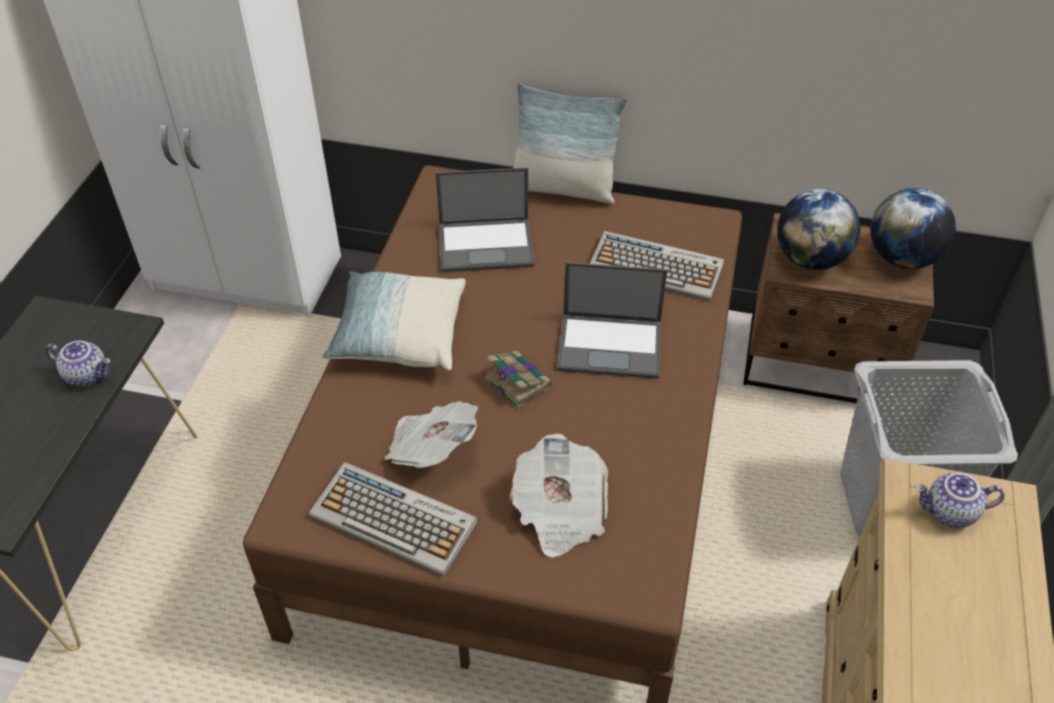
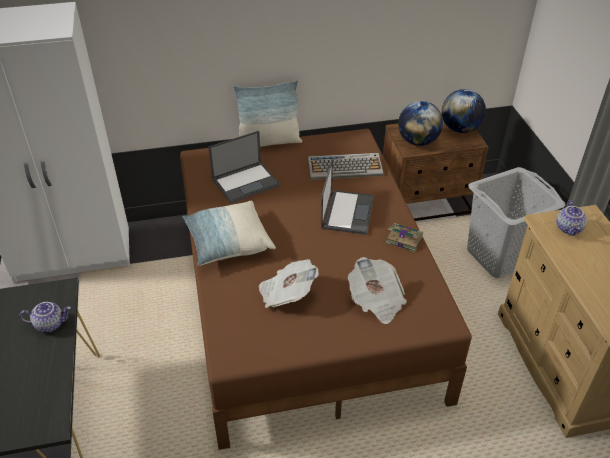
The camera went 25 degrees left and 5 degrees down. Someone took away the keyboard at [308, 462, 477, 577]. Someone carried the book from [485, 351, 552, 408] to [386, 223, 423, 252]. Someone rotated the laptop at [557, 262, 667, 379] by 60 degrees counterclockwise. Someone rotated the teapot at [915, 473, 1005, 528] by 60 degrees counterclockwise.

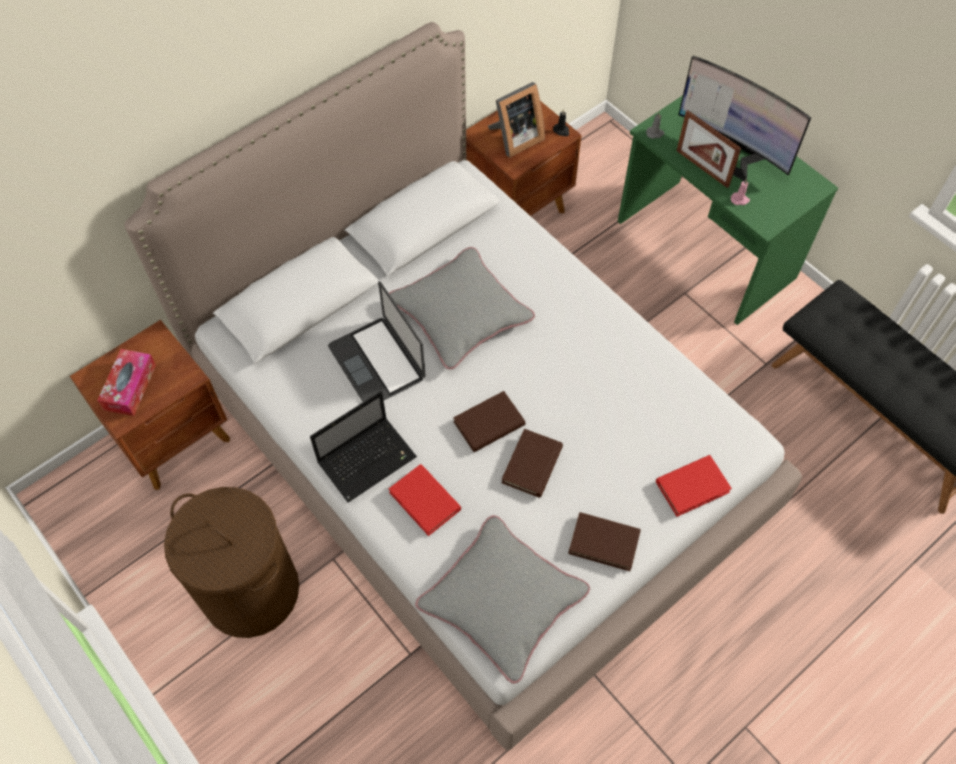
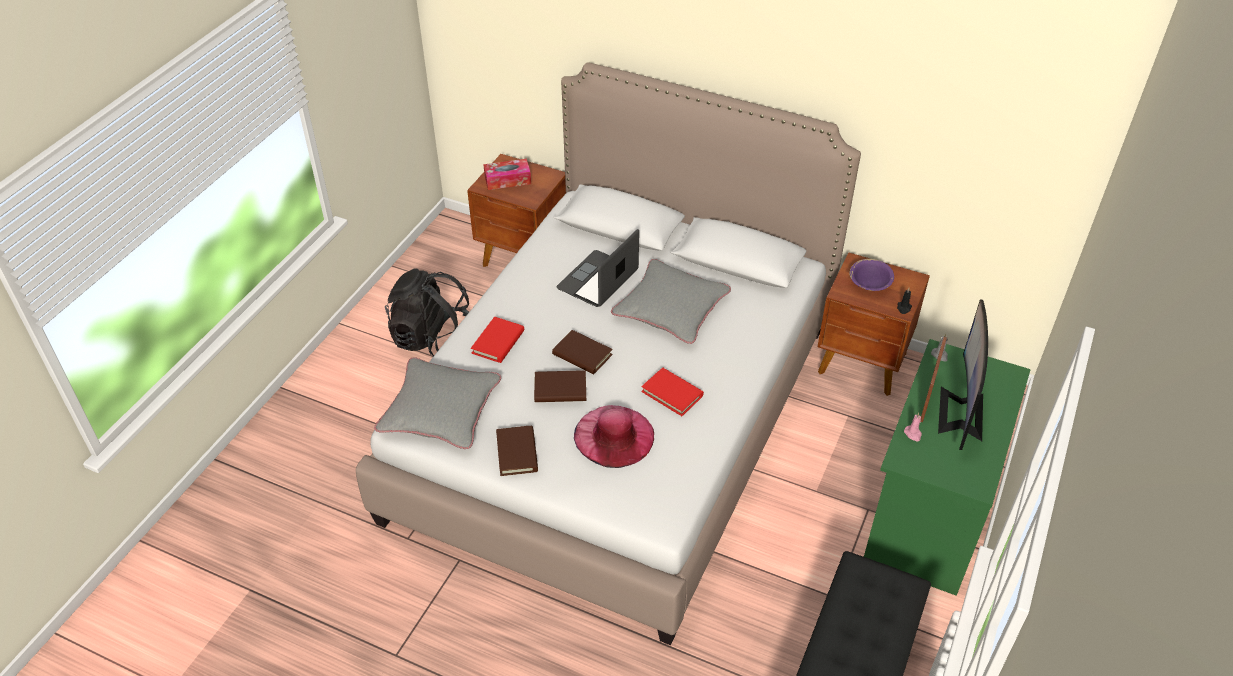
The camera went 65 degrees right and 15 degrees down. Someone swapped the brown laundry basket at [164, 487, 299, 638] for the black backpack at [385, 268, 469, 356]. Someone took away the laptop at [310, 391, 417, 503]. Someone swapped the picture frame at [488, 82, 545, 158] for the purple bowl at [849, 259, 894, 291]. Someone carried the red book from [656, 455, 732, 517] to [641, 368, 704, 416]. Someone put down the pink hat at [574, 405, 654, 468].

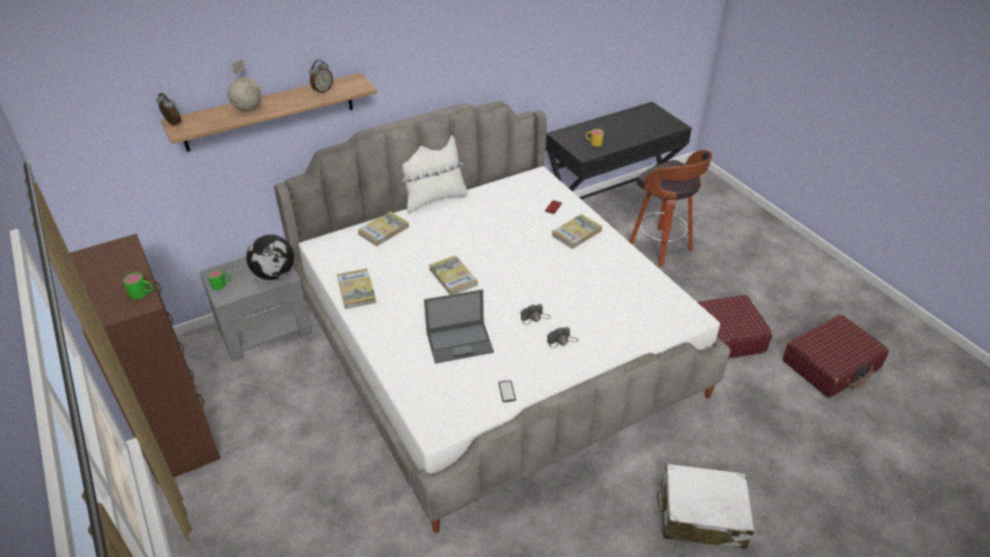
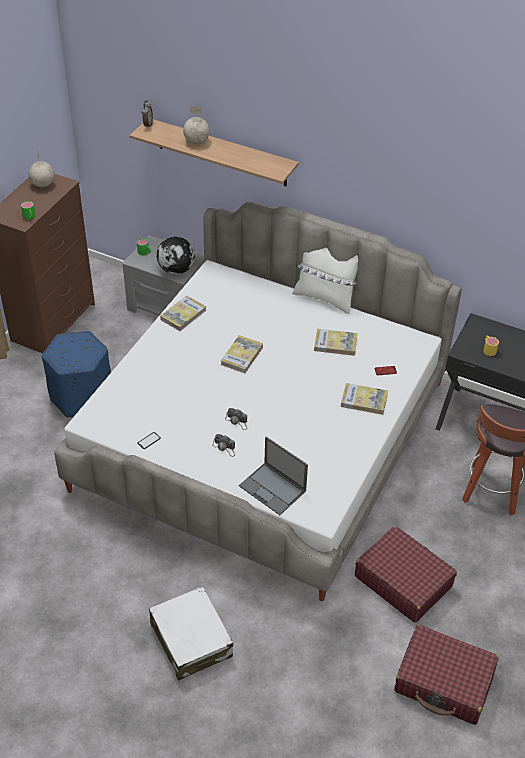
The camera went 55 degrees right and 5 degrees up. Someone took away the alarm clock at [309, 60, 333, 94]. Someone carried the book from [358, 211, 409, 246] to [314, 329, 358, 356]. Someone carried the laptop from [424, 289, 494, 364] to [239, 436, 308, 515]. Someone put down the globe at [28, 153, 55, 187]. Someone put down the blue ottoman at [42, 331, 111, 418].

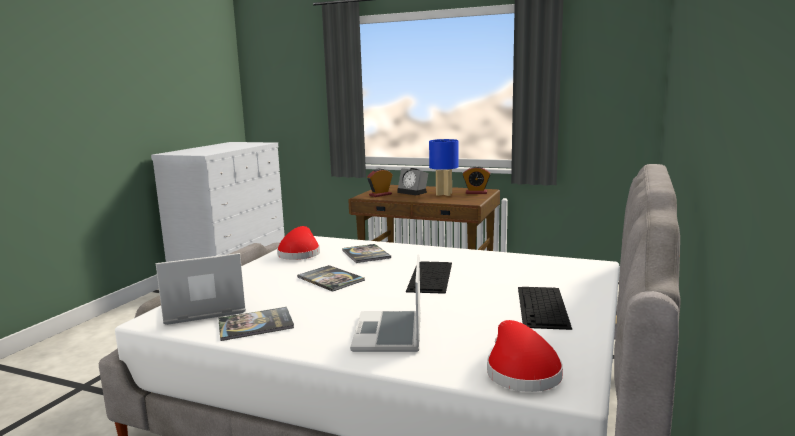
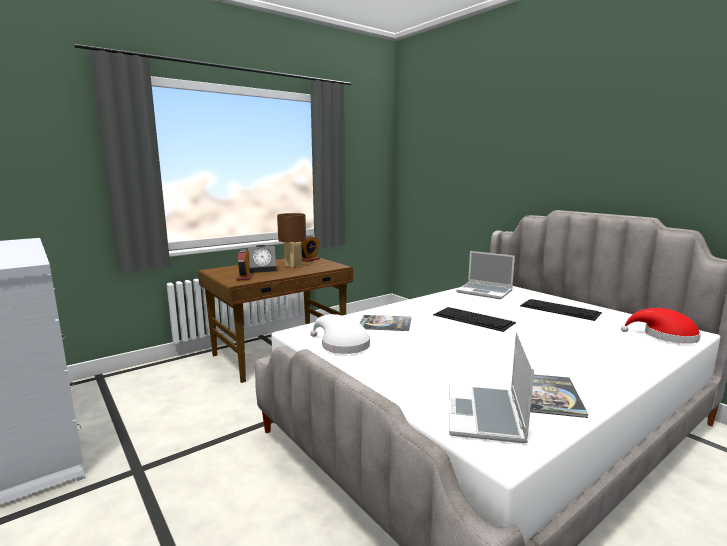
The camera went 60 degrees left and 0 degrees up. Someone repainted the red hat at [277, 226, 320, 260], which became the white hat at [310, 314, 370, 354]. Someone took away the book at [297, 265, 365, 292]. Someone carried the laptop from [350, 255, 421, 352] to [456, 251, 515, 300]. Someone repainted the blue table lamp at [429, 139, 458, 196], which became the brown table lamp at [277, 213, 306, 268].

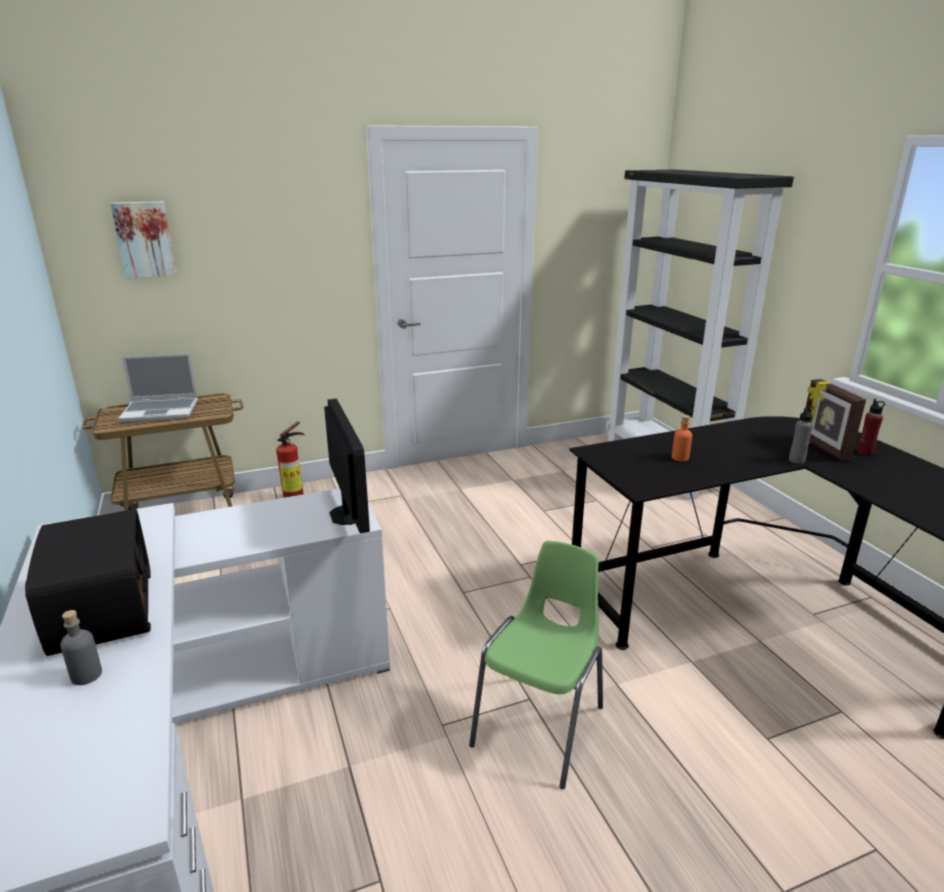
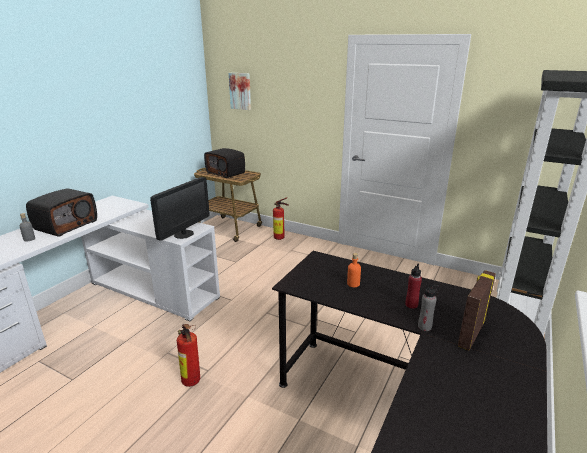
The camera went 50 degrees right and 0 degrees up. Someone swapped the laptop at [118, 353, 198, 422] for the radio at [204, 148, 245, 178]. Someone swapped the green chair at [469, 541, 603, 789] for the fire extinguisher at [177, 324, 200, 387]. Someone carried the red bottle from [857, 399, 885, 455] to [405, 264, 422, 309].

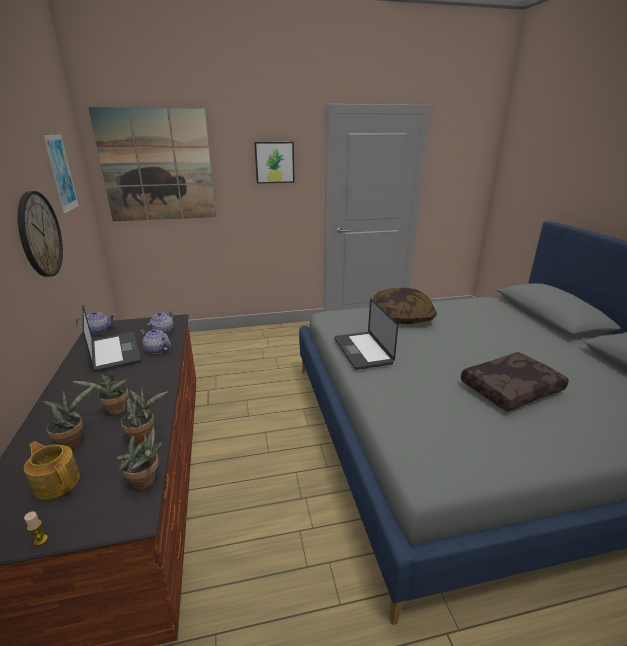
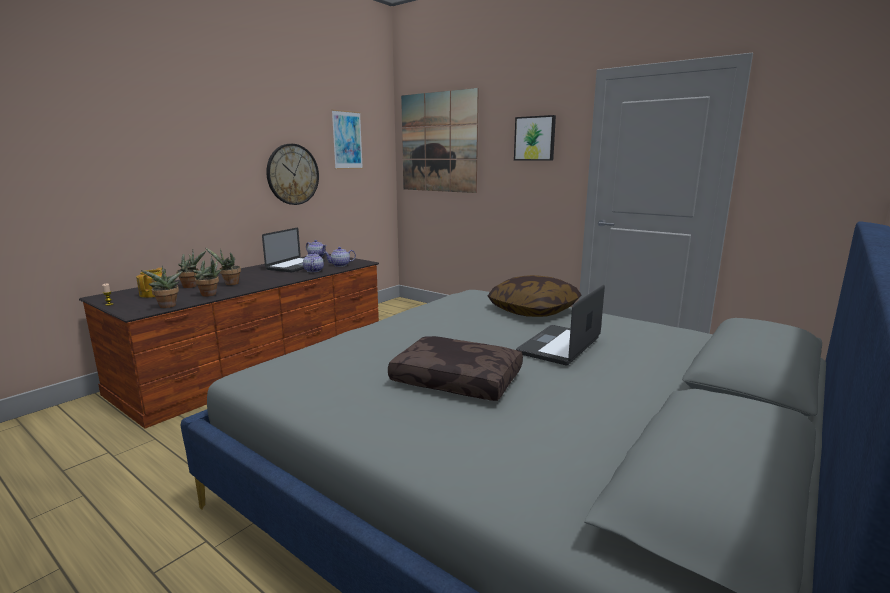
The camera went 50 degrees right and 10 degrees down. Someone carried the laptop from [334, 299, 398, 370] to [516, 285, 605, 365].

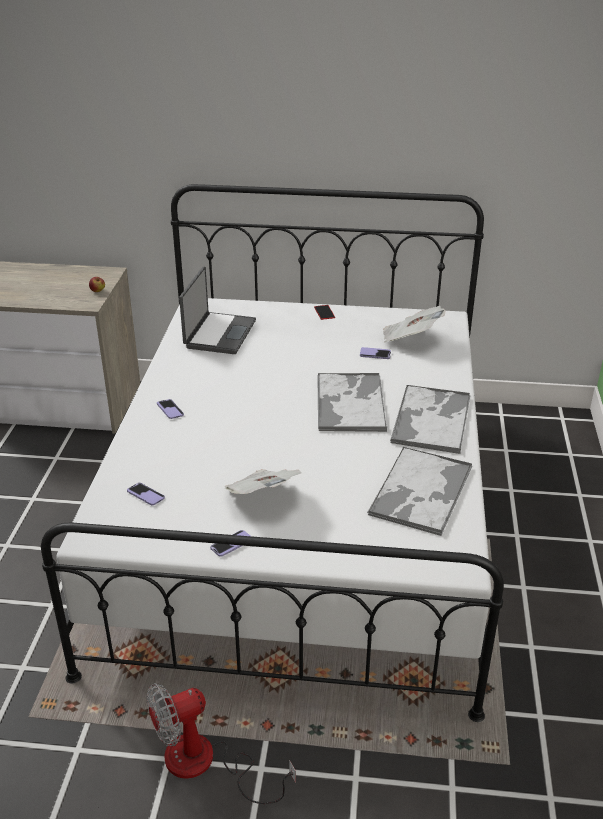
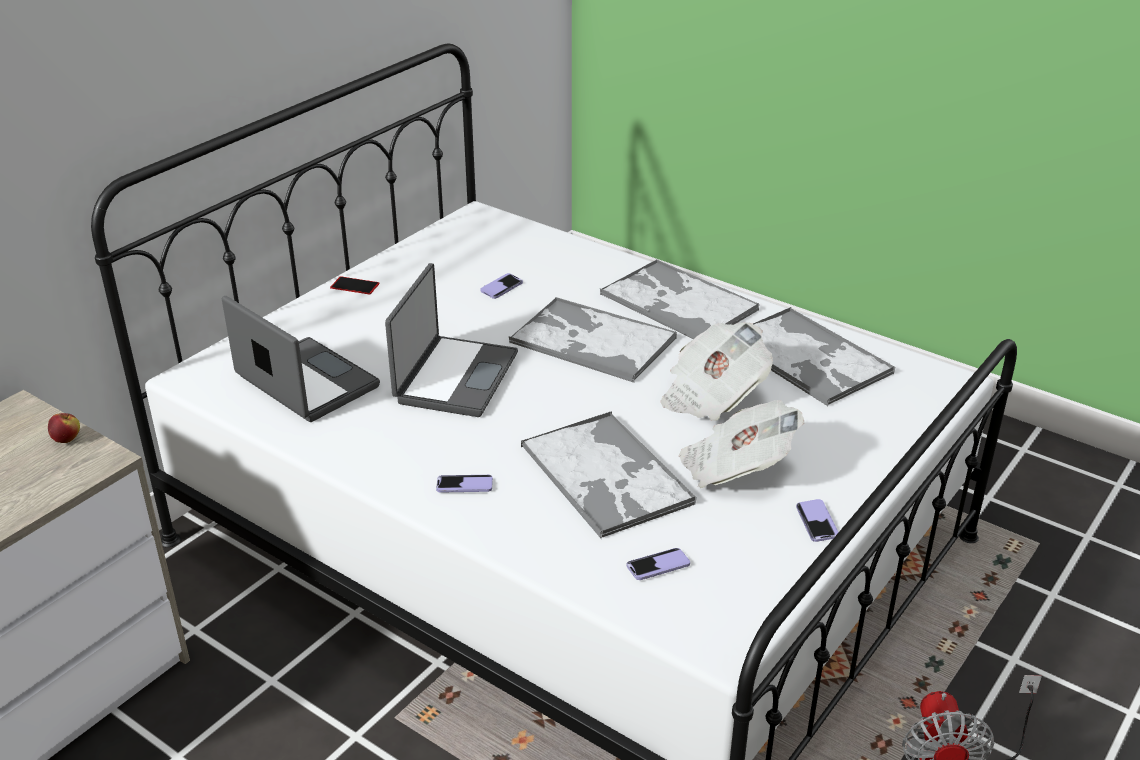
The camera went 60 degrees left and 0 degrees up. Someone carried the newspaper from [383, 306, 446, 342] to [661, 322, 773, 421]. Someone put down the laptop at [385, 263, 518, 417]. Someone put down the tray at [521, 411, 697, 539].

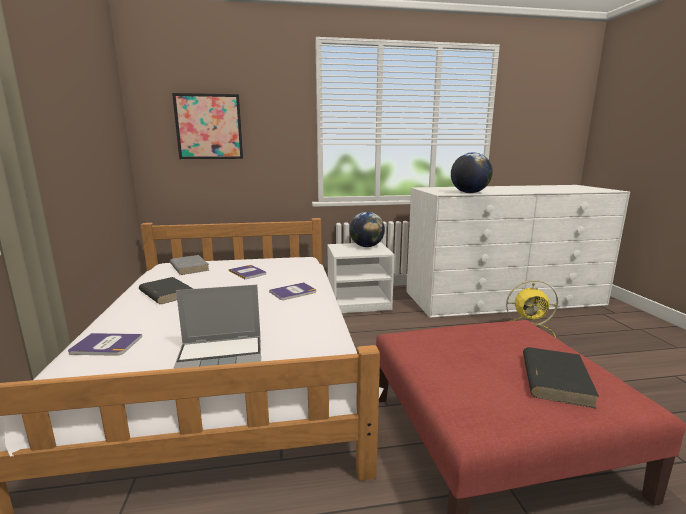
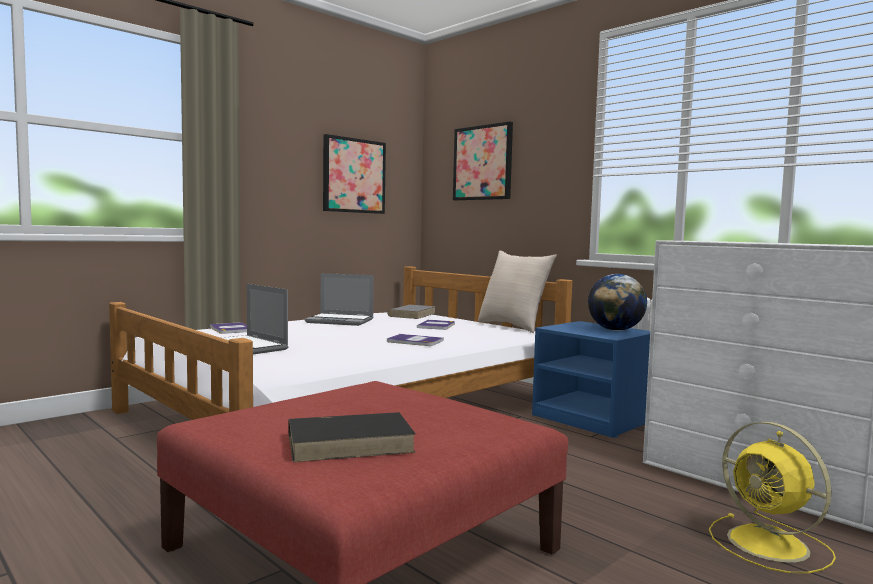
The camera went 55 degrees right and 10 degrees down. Someone swapped the black book at [139, 277, 193, 304] for the laptop at [305, 273, 374, 326]. Someone repainted the white nightstand at [327, 242, 395, 313], which became the blue nightstand at [532, 321, 650, 438]. Someone took away the globe at [451, 152, 493, 193]. Someone put up the picture at [323, 134, 386, 214]. Someone put down the beige pillow at [478, 250, 557, 333].

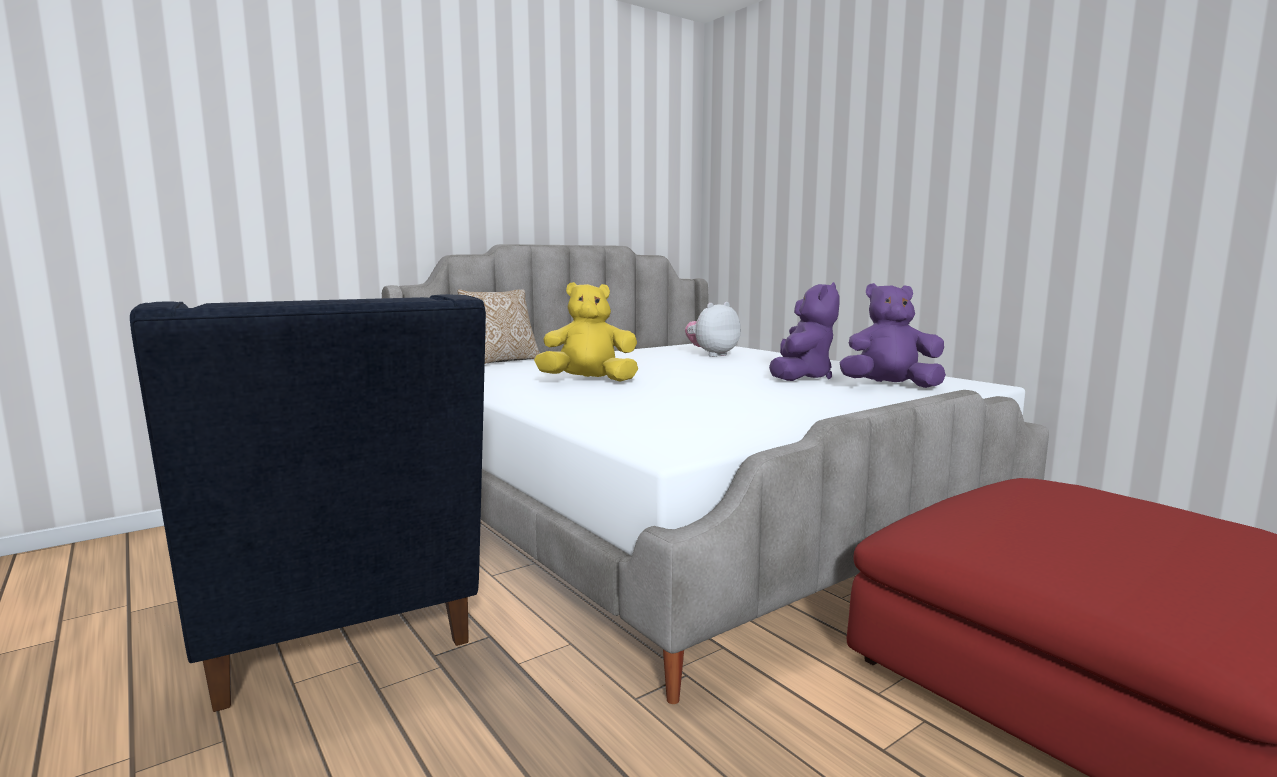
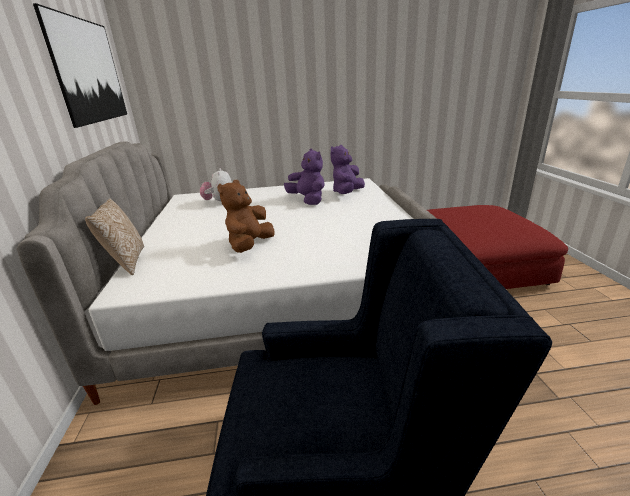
The camera went 60 degrees left and 15 degrees up. Someone repainted the yellow plush toy at [534, 282, 638, 382], which became the brown plush toy at [217, 180, 275, 253]. Someone put up the picture at [33, 3, 127, 128].

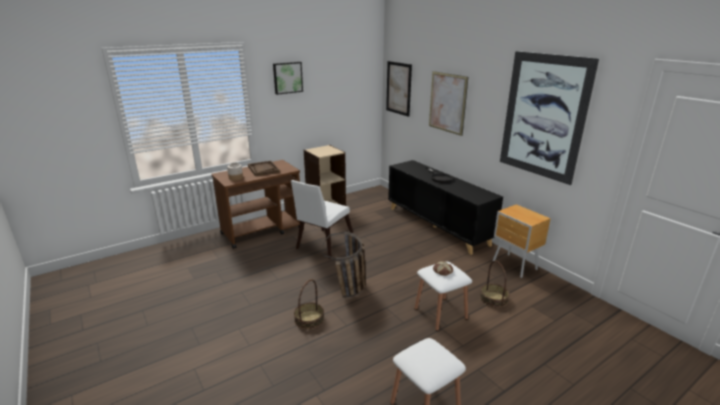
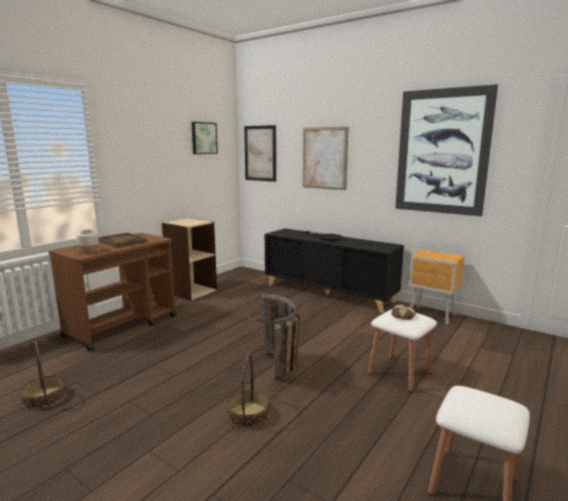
The camera went 20 degrees left and 10 degrees down. Someone carried the picture from [273, 62, 303, 95] to [191, 122, 218, 154]. Someone took away the white chair at [291, 180, 354, 259]. Someone carried the basket from [480, 261, 510, 308] to [20, 341, 67, 410].

